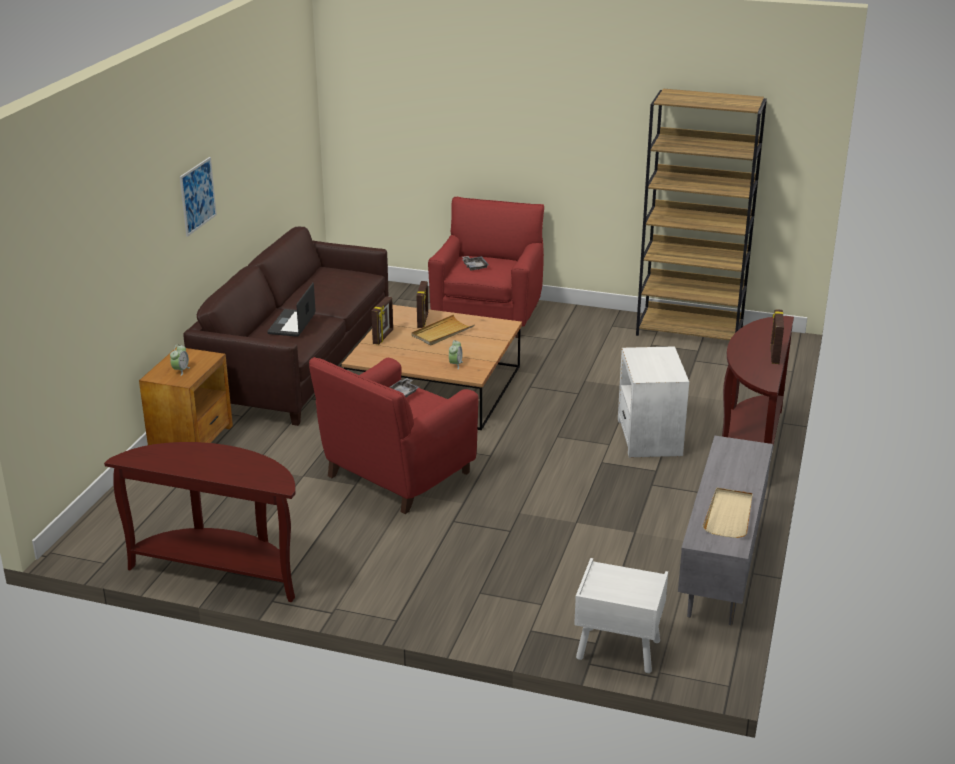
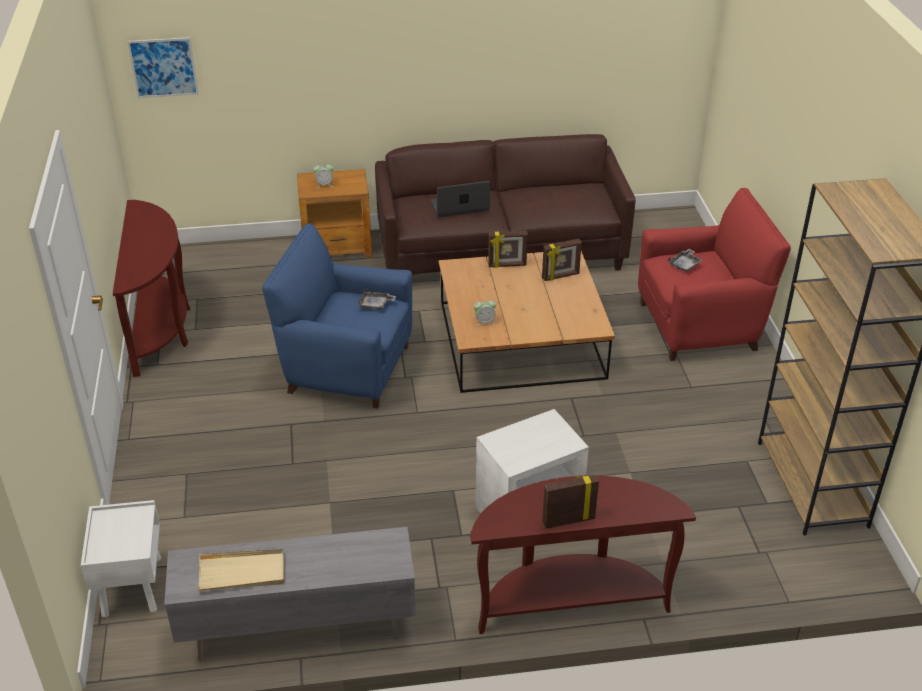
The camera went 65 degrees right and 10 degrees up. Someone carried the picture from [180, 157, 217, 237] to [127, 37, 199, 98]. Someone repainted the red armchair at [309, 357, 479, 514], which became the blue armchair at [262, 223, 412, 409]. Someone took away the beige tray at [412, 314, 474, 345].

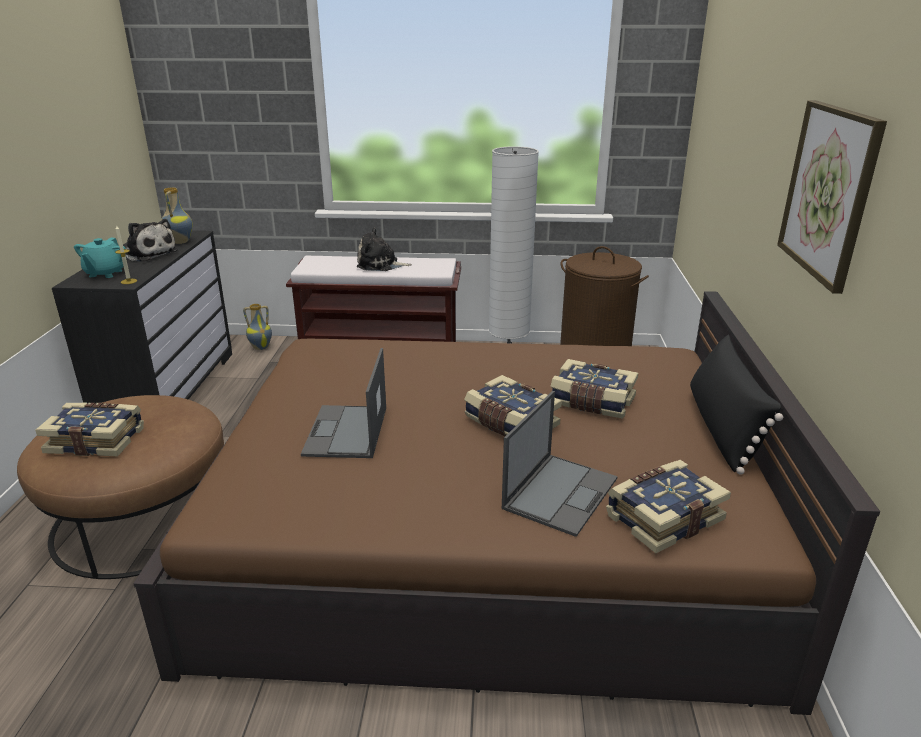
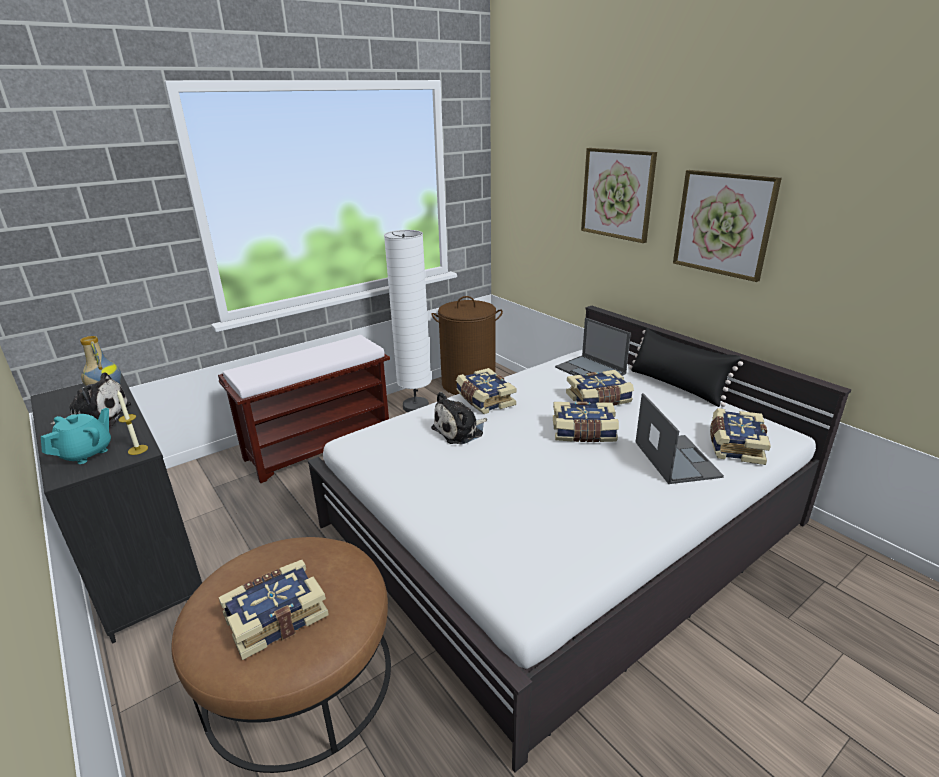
The camera went 40 degrees left and 0 degrees up. Someone rotated the turquoise teapot at [74, 238, 126, 278] by 120 degrees counterclockwise. Someone repainted the brown bed at [133, 291, 880, 715], which became the white bed at [308, 306, 851, 772]. Someone took away the vase at [243, 304, 272, 350]. Someone carried the laptop from [301, 348, 386, 458] to [555, 318, 631, 376]. Someone carried the plush toy from [357, 227, 412, 271] to [431, 392, 487, 445]. Someone put down the book at [456, 368, 517, 414]. Someone put up the picture at [581, 148, 657, 243].

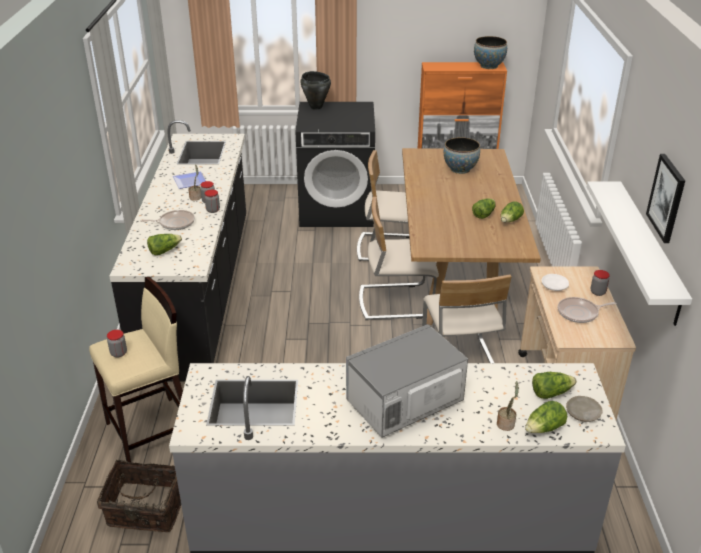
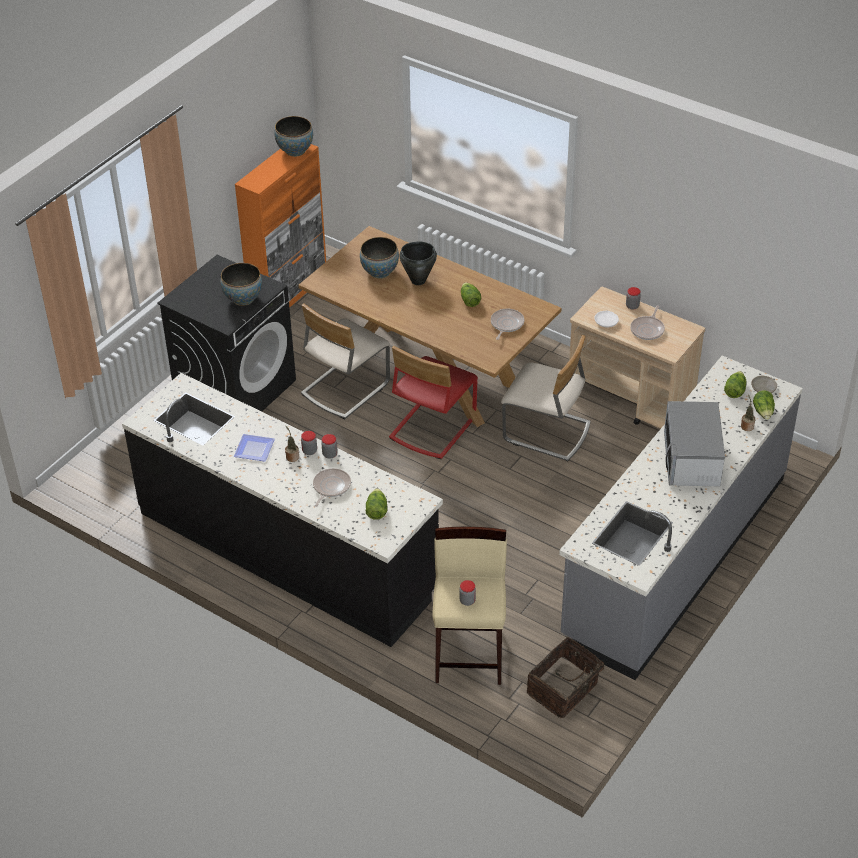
The camera went 55 degrees left and 10 degrees up. Someone carried the black cooking pot from [300, 71, 331, 109] to [399, 242, 437, 285]. Someone repainted the beige chair at [359, 197, 439, 320], which became the red chair at [389, 346, 478, 459]. Someone took away the lettuce at [501, 201, 524, 223]. Someone took away the white shelf at [587, 181, 692, 326]. Someone took away the picture at [646, 154, 685, 243]. Someone put down the bowl at [221, 263, 262, 306]. Someone put down the frying pan at [491, 309, 524, 340].

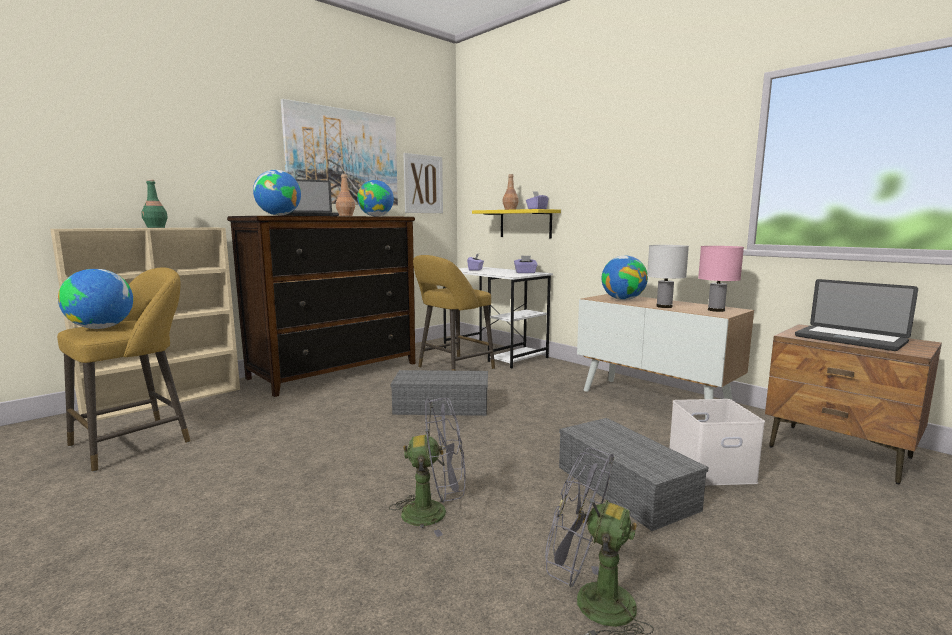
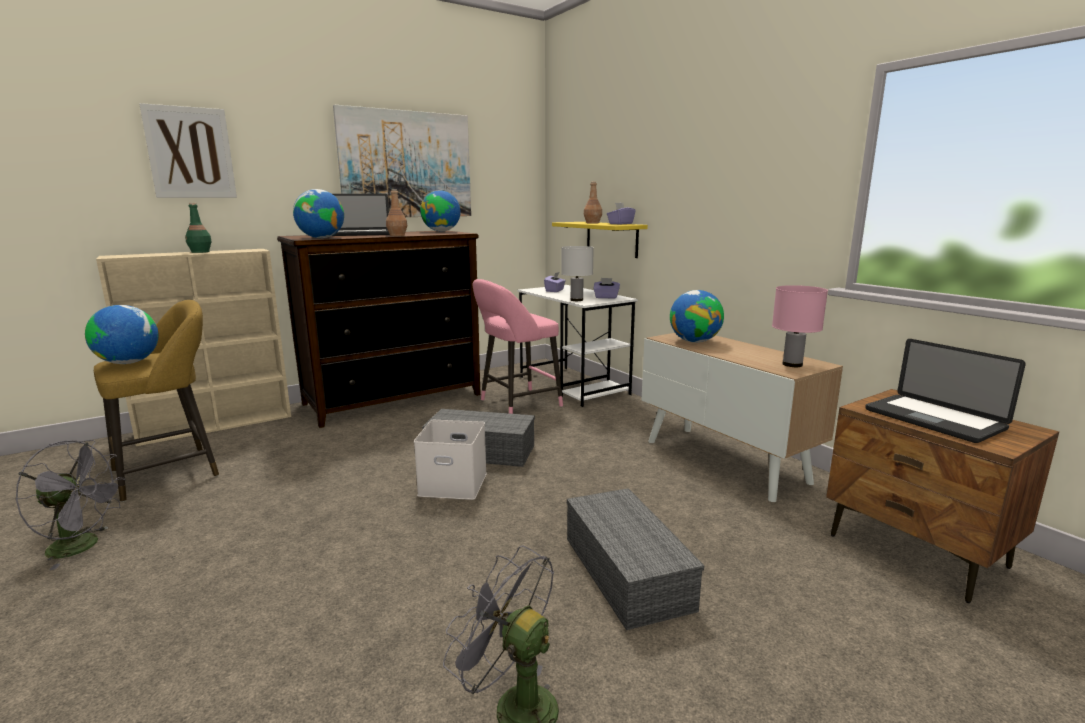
The camera went 10 degrees right and 5 degrees up. Someone carried the grey fan from [389, 398, 465, 537] to [16, 440, 126, 570]. Someone carried the picture from [403, 153, 443, 213] to [139, 103, 237, 198]. Someone repainted the yellow stool at [413, 255, 495, 371], which became the pink stool at [473, 279, 563, 414]. Someone carried the white table lamp from [647, 245, 689, 308] to [561, 246, 594, 301]. Someone carried the white storage box from [670, 399, 765, 486] to [414, 420, 487, 500].

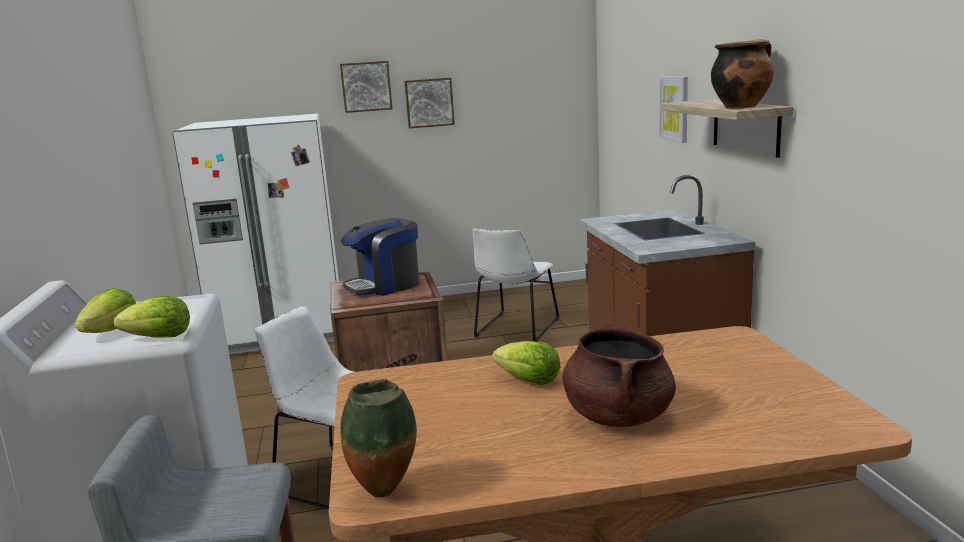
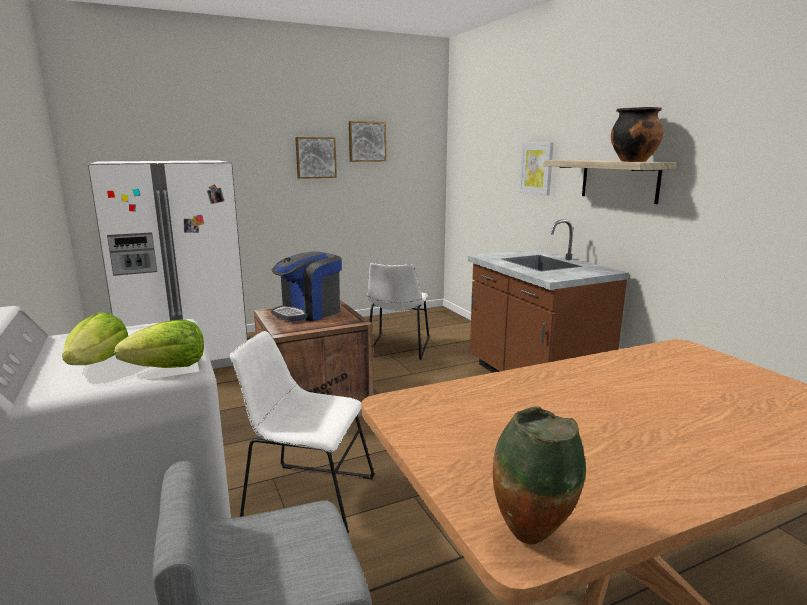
The camera went 15 degrees left and 0 degrees up. Someone carried the picture from [340, 61, 393, 113] to [349, 121, 387, 162]. Someone took away the lettuce at [492, 341, 560, 385]. Someone took away the brown cooking pot at [562, 322, 676, 427].

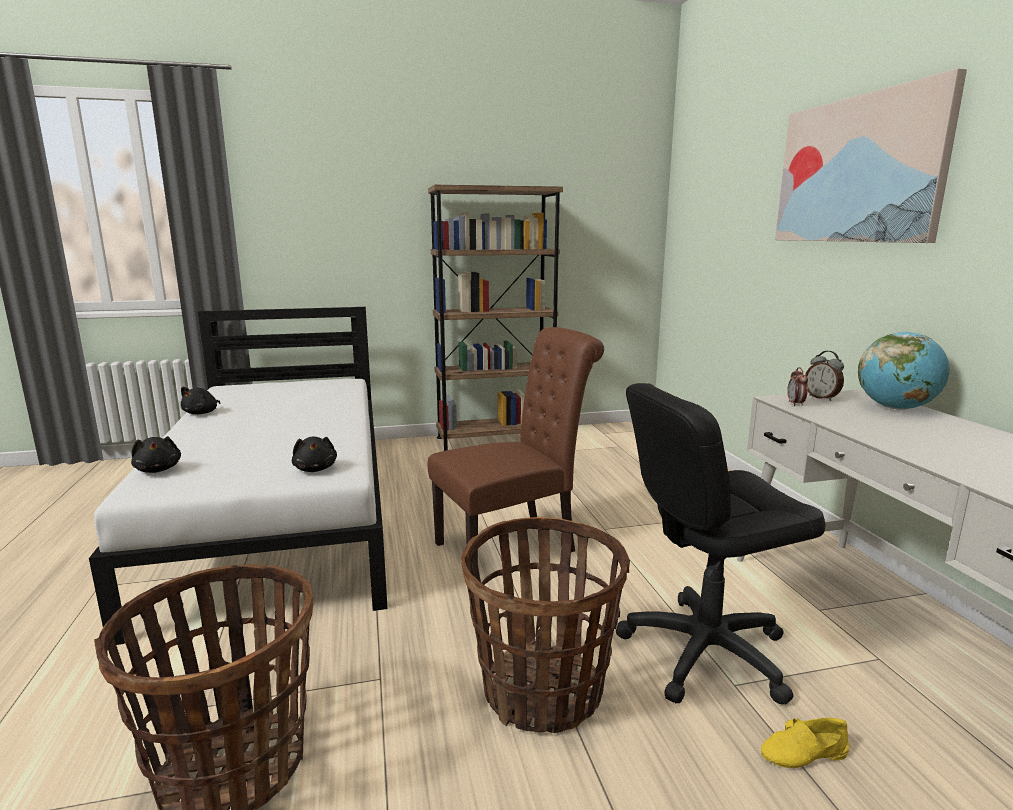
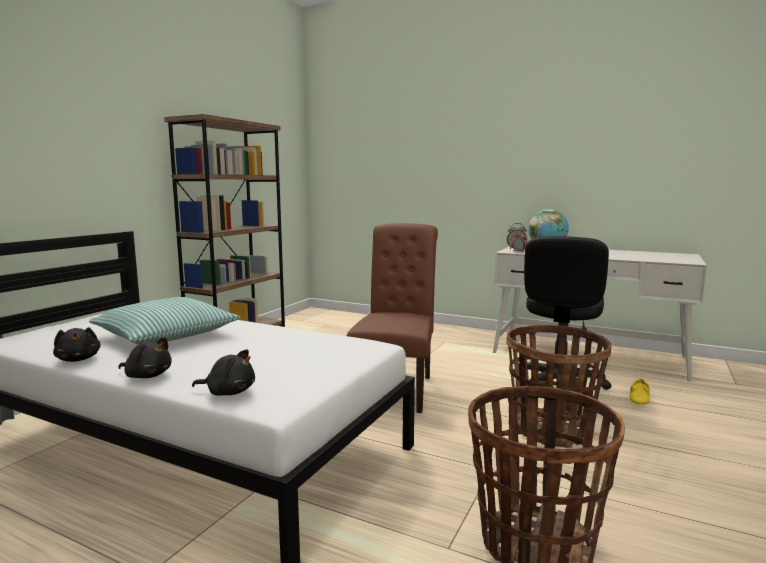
The camera went 50 degrees left and 5 degrees down. Someone carried the black plush toy from [292, 437, 337, 472] to [119, 337, 172, 378]. Someone took away the picture at [775, 68, 967, 243]. Someone put down the pillow at [89, 297, 241, 344].

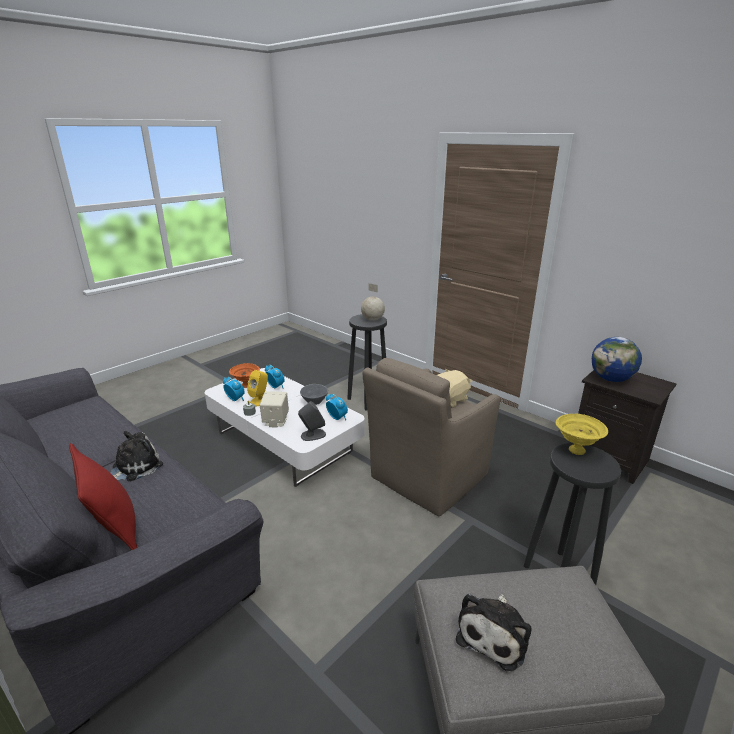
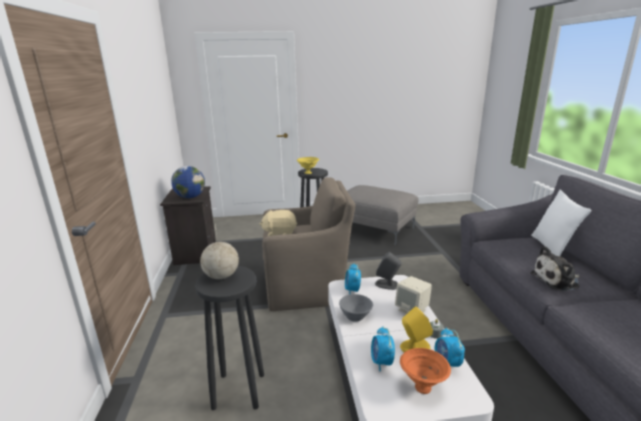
The camera went 140 degrees left and 5 degrees down. Someone repainted the red pillow at [69, 443, 137, 550], which became the white pillow at [531, 190, 591, 256]. Someone took away the plush toy at [456, 594, 531, 671].

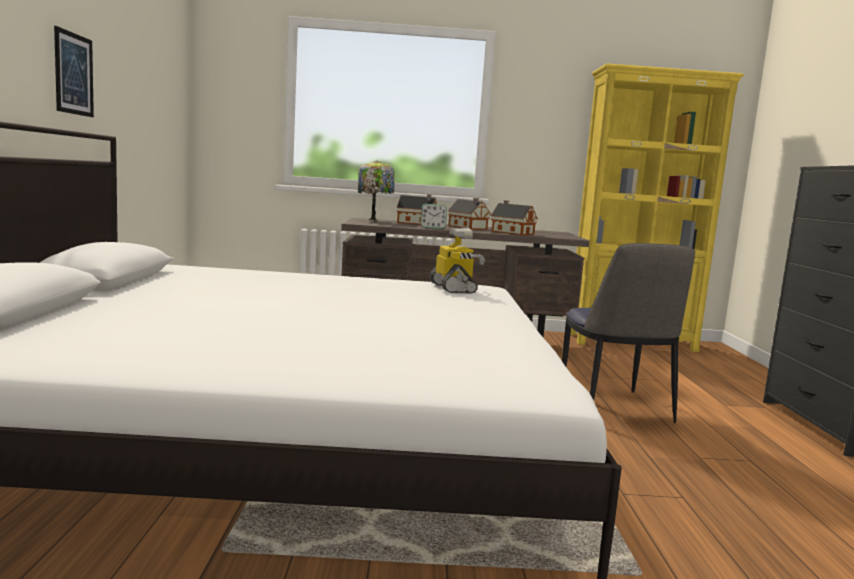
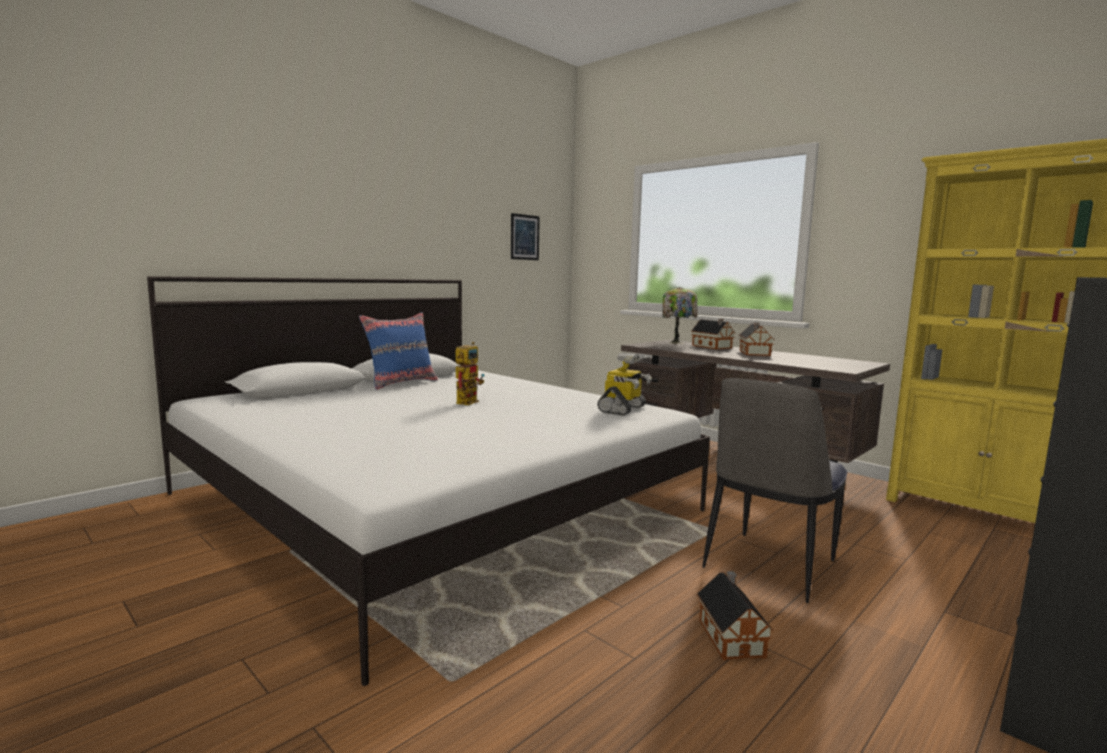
The camera went 45 degrees right and 0 degrees up. Someone carried the picture from [54, 26, 94, 117] to [511, 213, 540, 260]. Someone took away the alarm clock at [421, 204, 447, 229]. Someone carried the toy house from [491, 200, 538, 235] to [697, 571, 774, 660]. Someone put down the blue pillow at [359, 312, 438, 390]. Someone put down the toy robot at [456, 342, 484, 405].

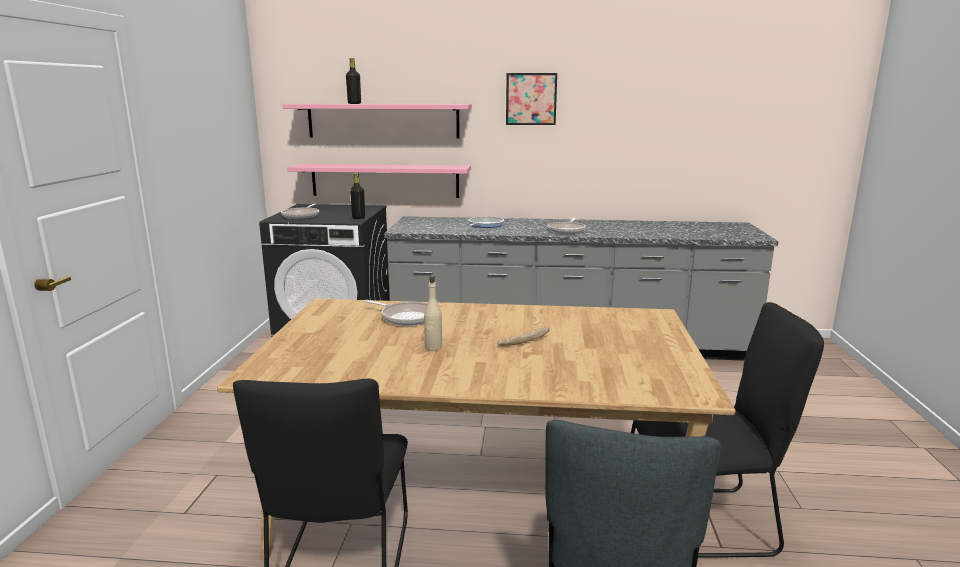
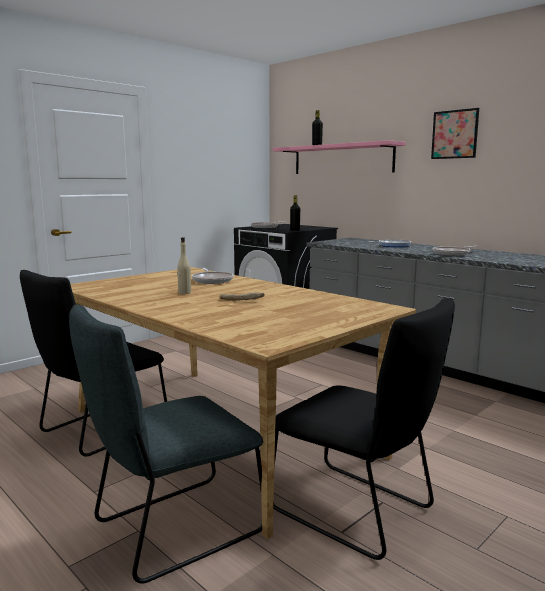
The camera went 40 degrees right and 5 degrees down. Someone took away the pink shelf at [287, 164, 471, 198].

